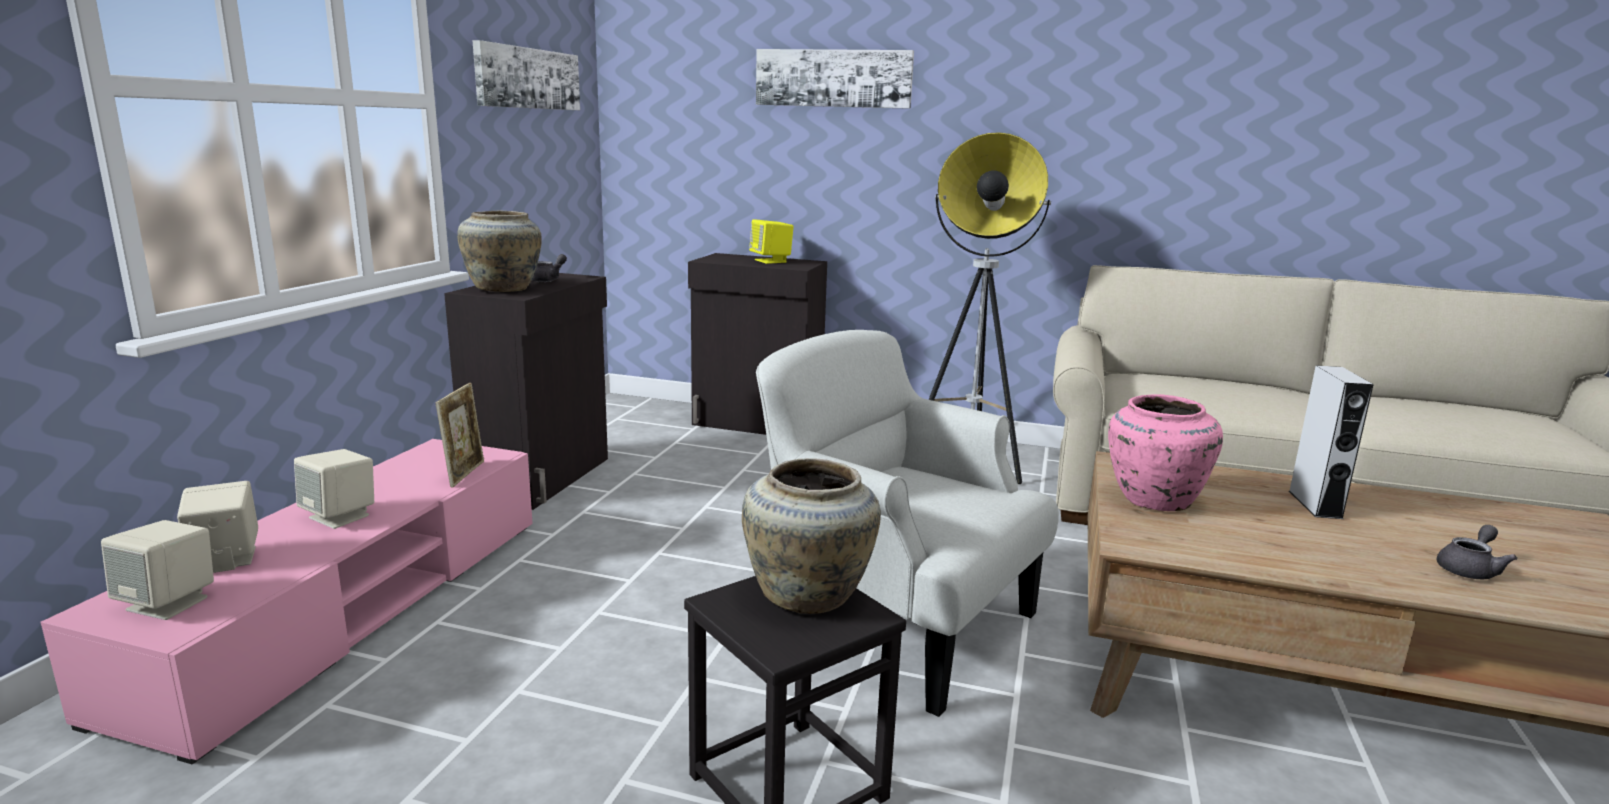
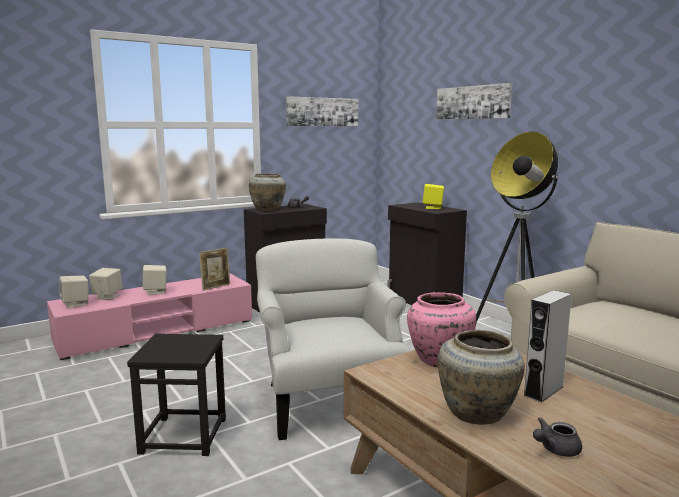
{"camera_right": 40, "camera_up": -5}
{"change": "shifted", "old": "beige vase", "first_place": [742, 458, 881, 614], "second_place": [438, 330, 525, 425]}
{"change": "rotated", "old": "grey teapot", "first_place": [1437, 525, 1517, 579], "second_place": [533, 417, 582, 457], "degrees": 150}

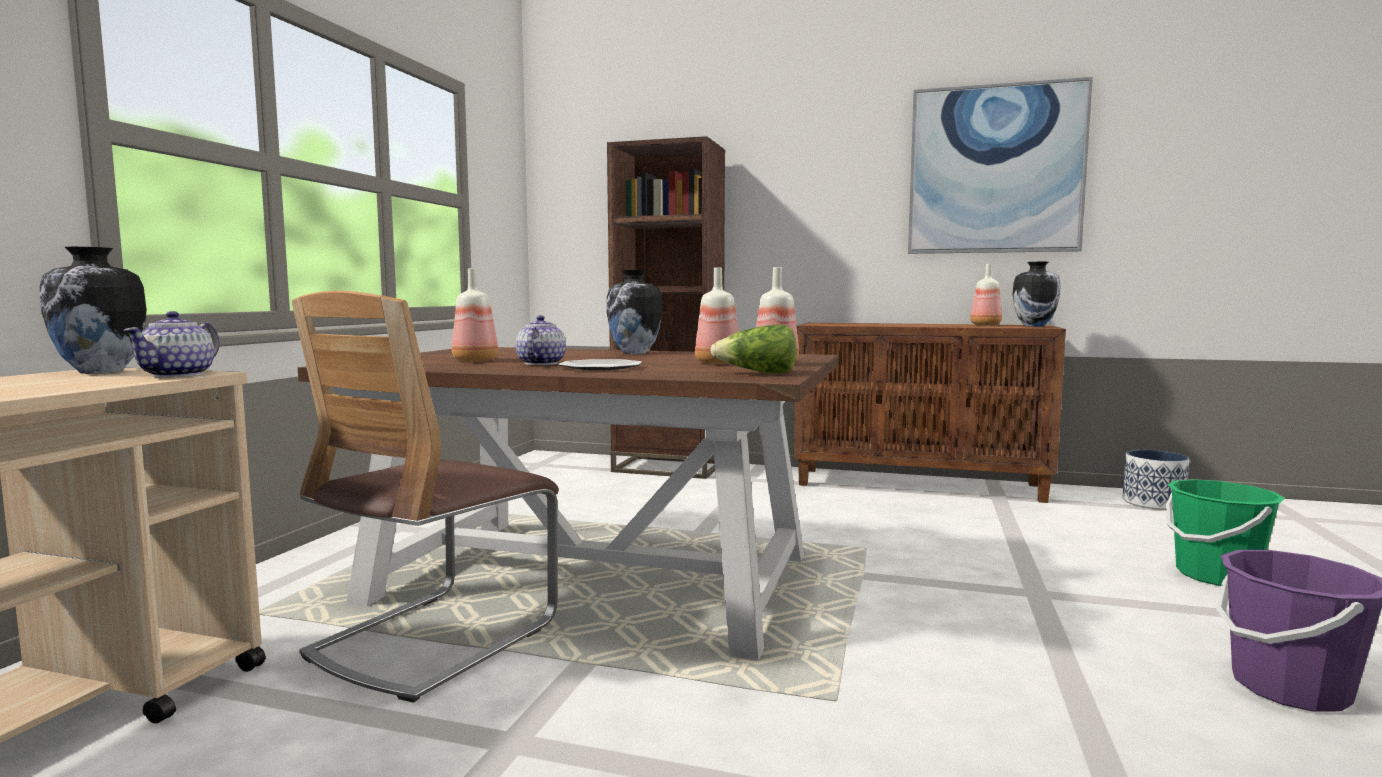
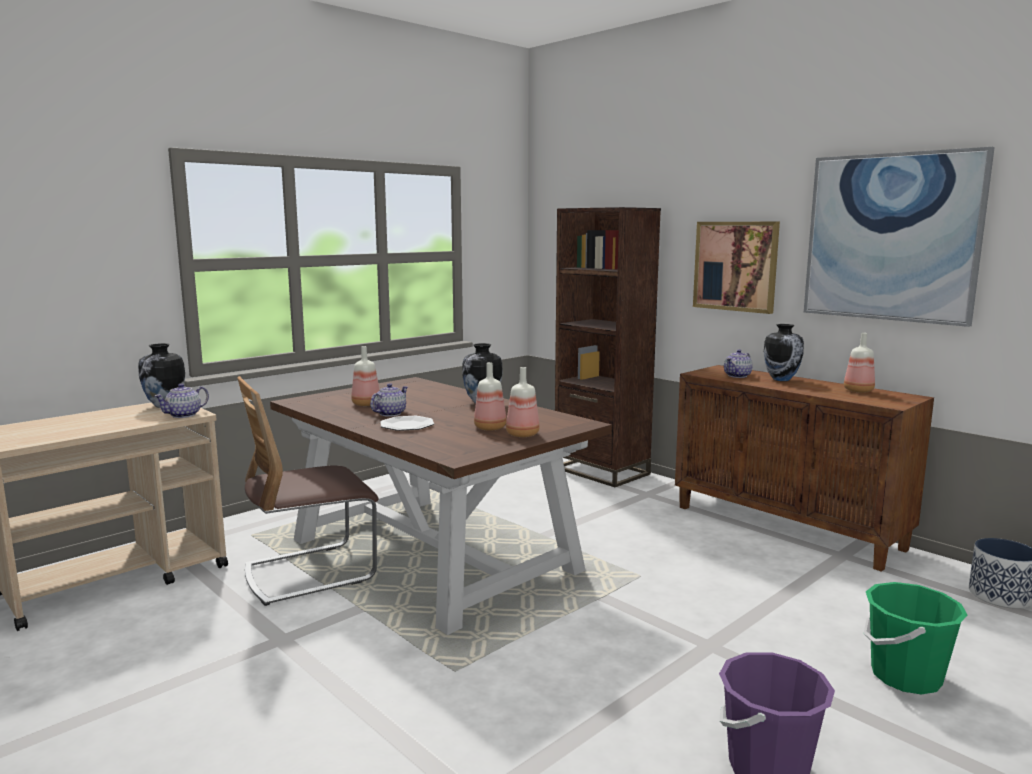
{"camera_right": 30, "camera_up": 5}
{"change": "new", "new": "picture", "second_place": [693, 222, 780, 314]}
{"change": "new", "new": "teapot", "second_place": [724, 349, 753, 378]}
{"change": "shifted", "old": "vase", "first_place": [1013, 262, 1061, 327], "second_place": [764, 324, 804, 381]}
{"change": "gone", "old": "lettuce", "first_place": [710, 325, 796, 374]}

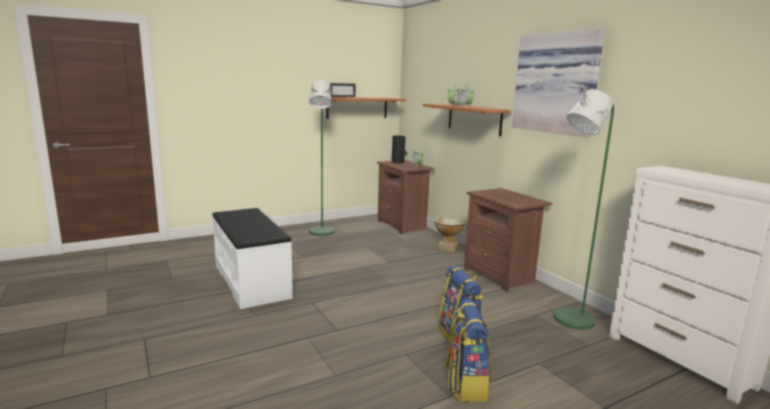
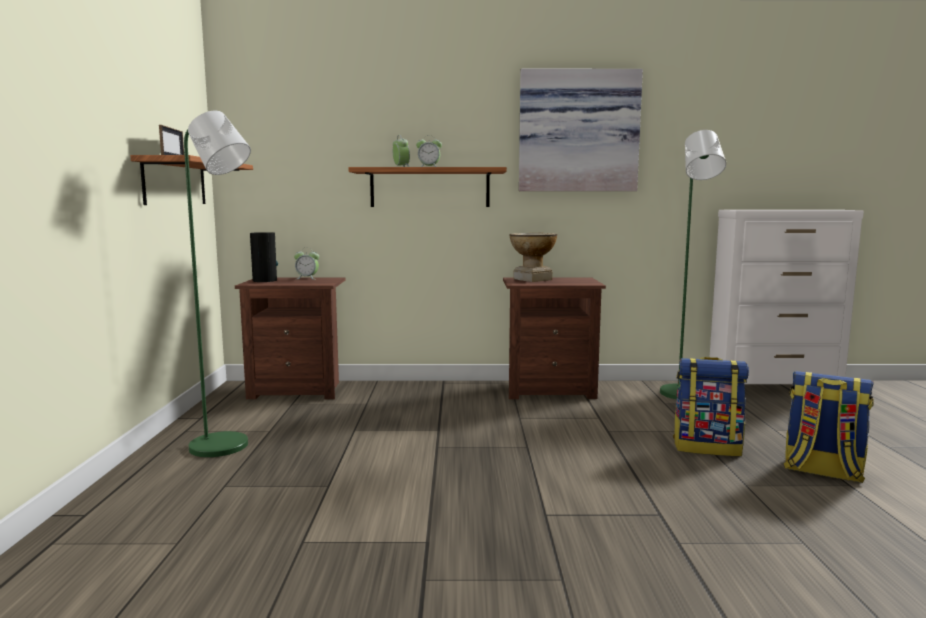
{"camera_right": -60, "camera_up": -5}
{"change": "shifted", "old": "vase", "first_place": [435, 217, 465, 253], "second_place": [510, 233, 557, 282]}
{"change": "gone", "old": "white bench", "first_place": [212, 208, 293, 309]}

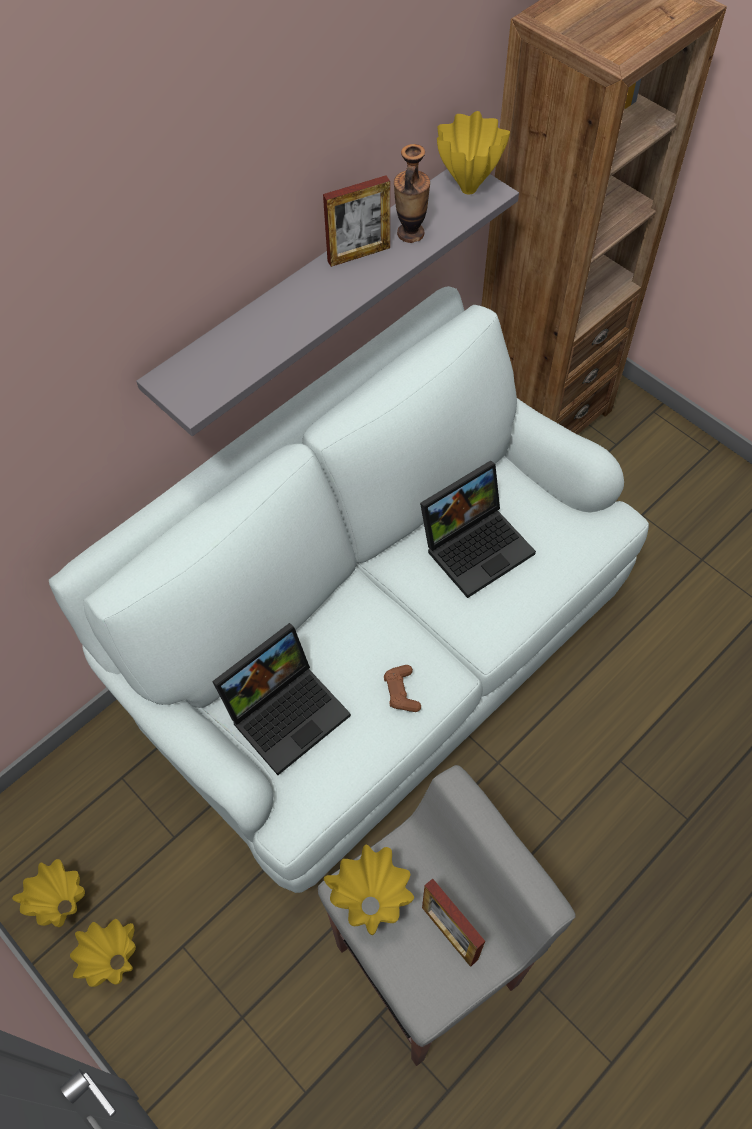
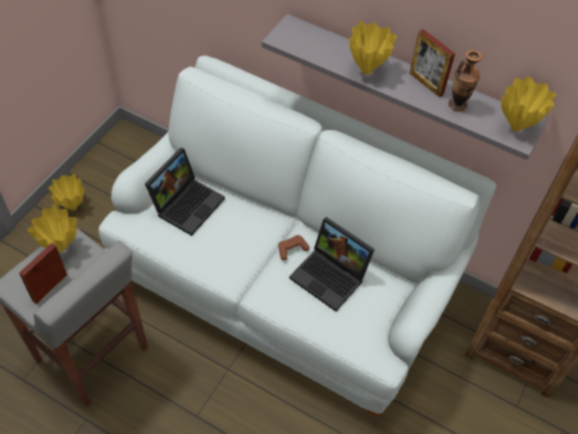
{"camera_right": 70, "camera_up": -5}
{"change": "rotated", "old": "laptop", "first_place": [212, 623, 351, 775], "second_place": [145, 148, 225, 236], "degrees": -90}
{"change": "shifted", "old": "brown game controller", "first_place": [384, 665, 421, 712], "second_place": [278, 235, 309, 260]}
{"change": "shifted", "old": "yellow vase", "first_place": [12, 859, 85, 927], "second_place": [349, 21, 397, 74]}

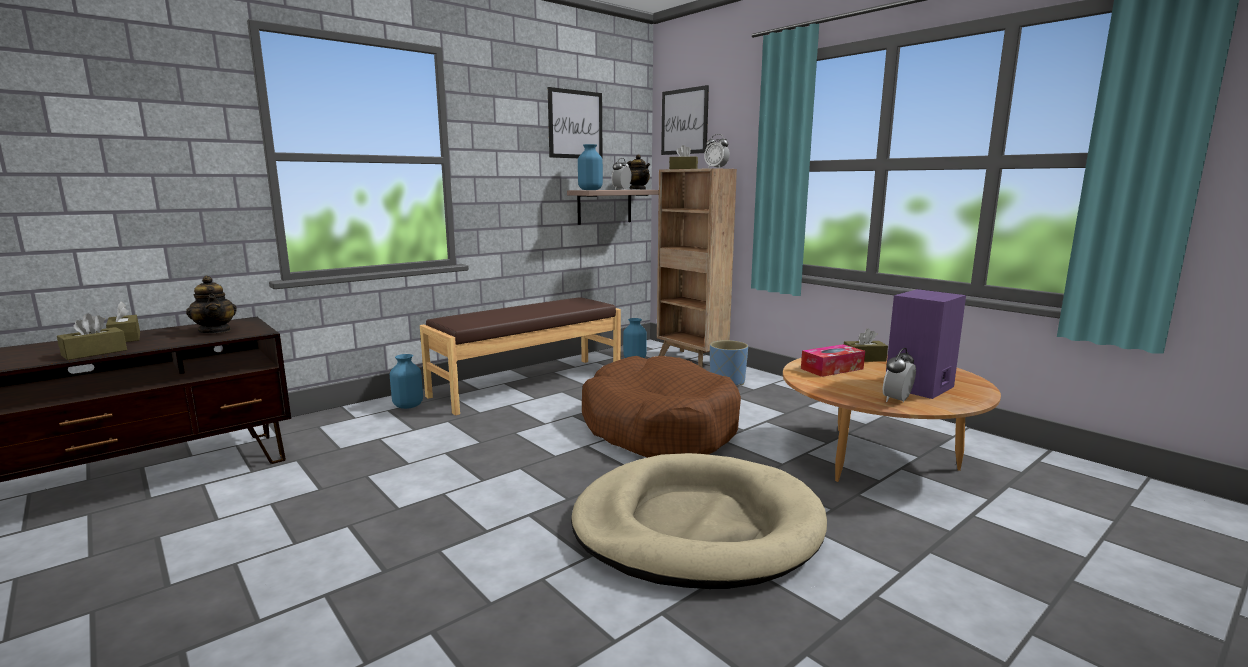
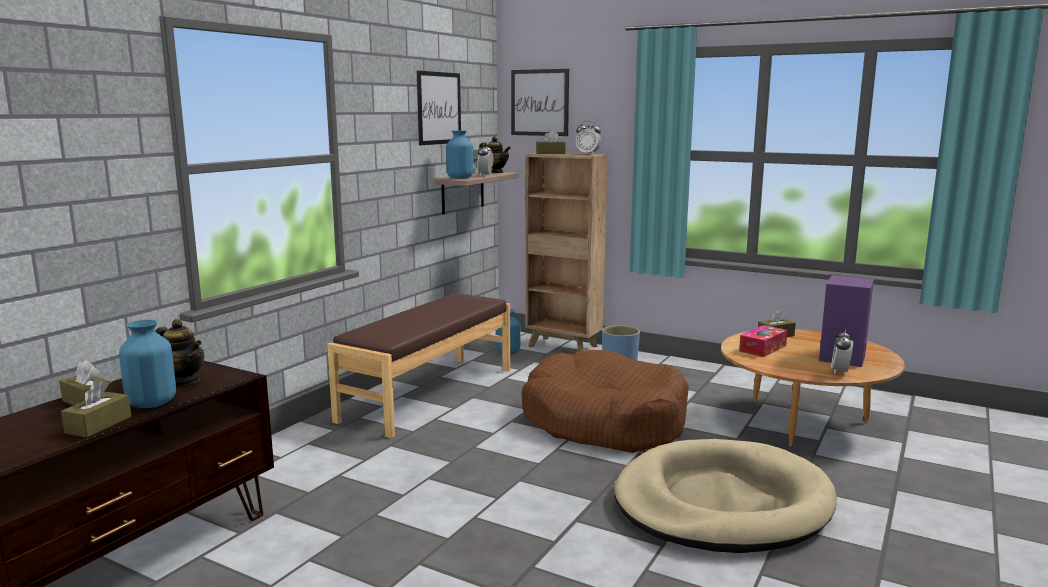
{"camera_right": -20, "camera_up": 0}
{"change": "shifted", "old": "blue vase", "first_place": [390, 354, 423, 409], "second_place": [119, 320, 176, 408]}

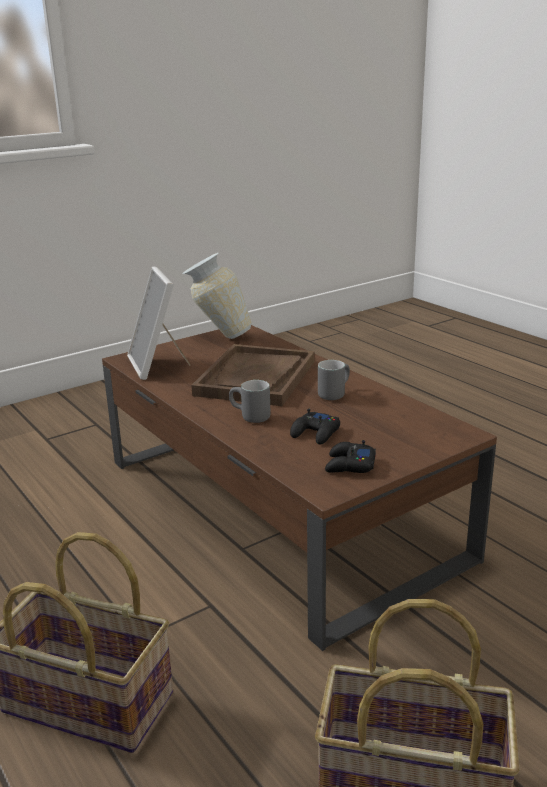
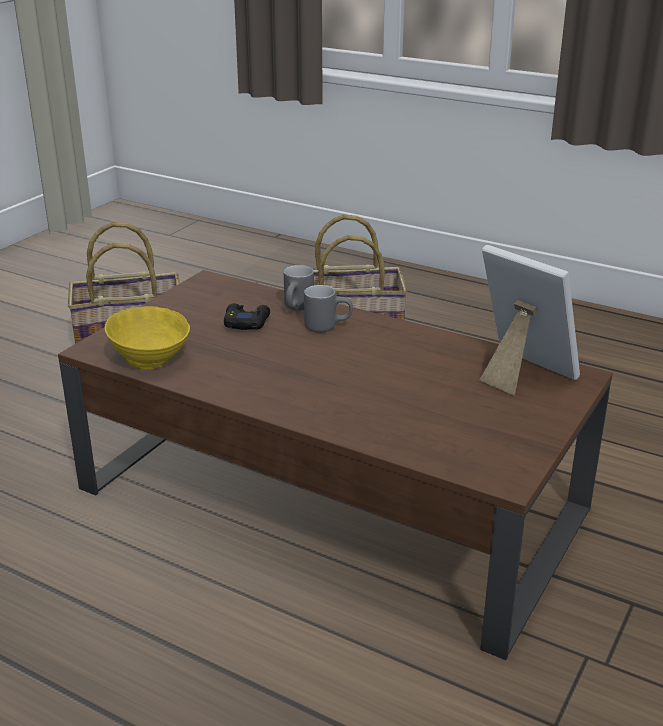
{"camera_right": 155, "camera_up": 5}
{"change": "new", "new": "yellow bowl", "second_place": [105, 306, 190, 370]}
{"change": "shifted", "old": "grey mug", "first_place": [318, 360, 350, 400], "second_place": [284, 265, 314, 311]}
{"change": "gone", "old": "vase", "first_place": [182, 253, 252, 339]}
{"change": "gone", "old": "brown tray", "first_place": [191, 344, 315, 406]}
{"change": "gone", "old": "black game controller", "first_place": [325, 440, 376, 473]}

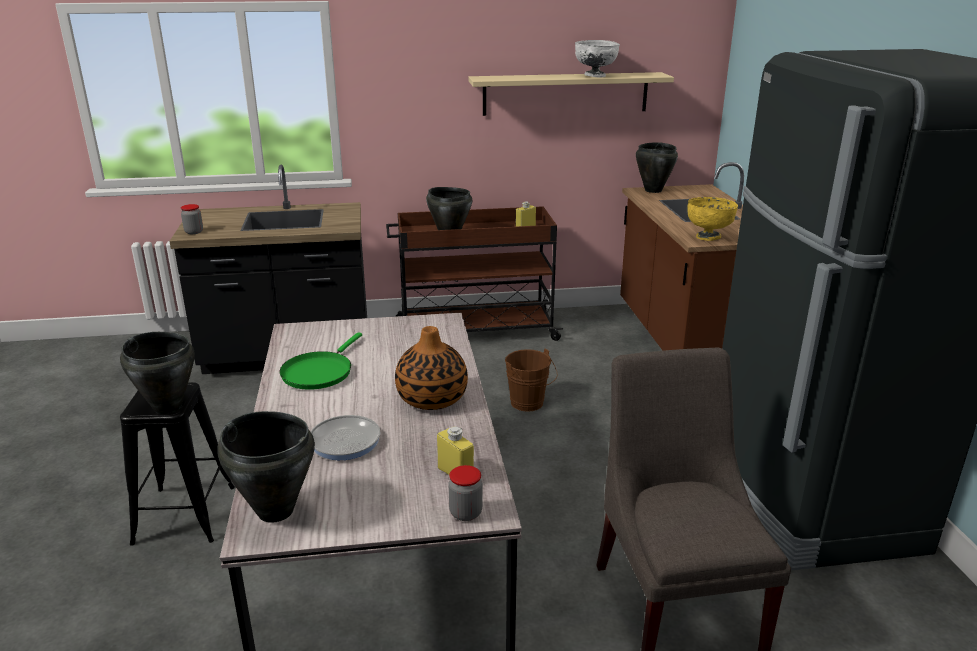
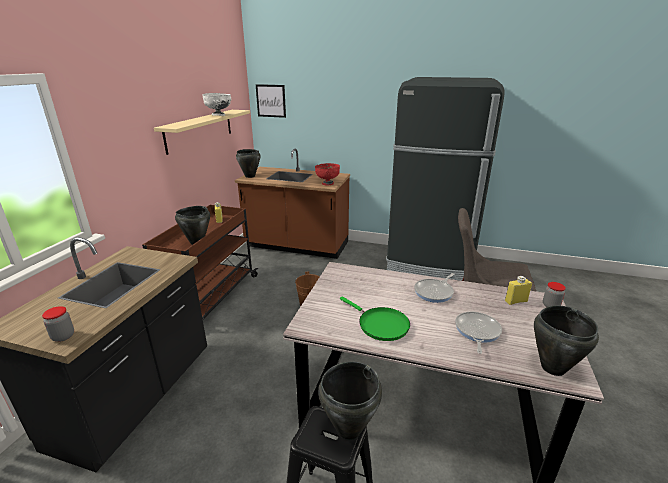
{"camera_right": -65, "camera_up": 0}
{"change": "new", "new": "picture", "second_place": [256, 84, 286, 118]}
{"change": "repainted", "old": "yellow bowl", "new": "red bowl", "first_place": [687, 197, 738, 241], "second_place": [315, 163, 340, 185]}
{"change": "swapped", "old": "vase", "new": "frying pan", "first_place": [395, 326, 468, 410], "second_place": [414, 273, 455, 303]}

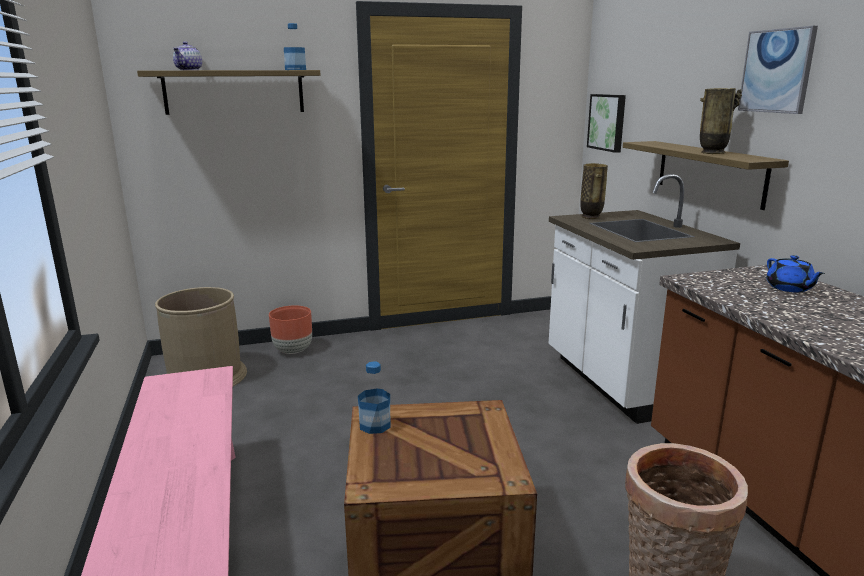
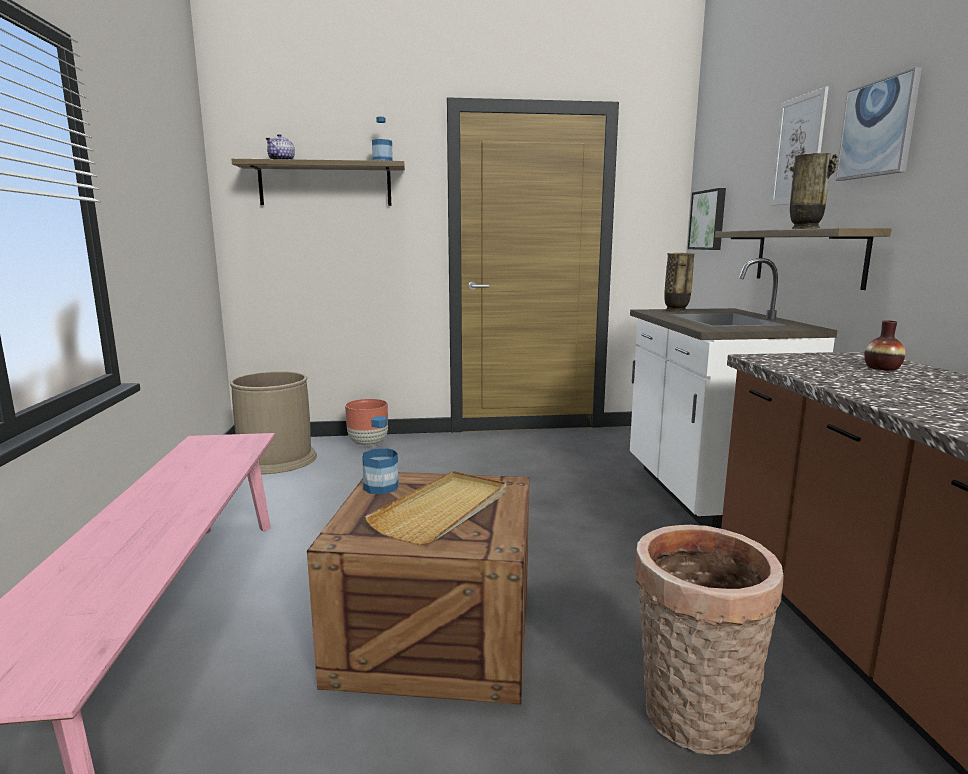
{"camera_right": 10, "camera_up": -5}
{"change": "new", "new": "beige tray", "second_place": [365, 471, 507, 545]}
{"change": "new", "new": "picture", "second_place": [770, 87, 829, 206]}
{"change": "swapped", "old": "blue teapot", "new": "vase", "first_place": [766, 255, 825, 292], "second_place": [864, 320, 905, 371]}

